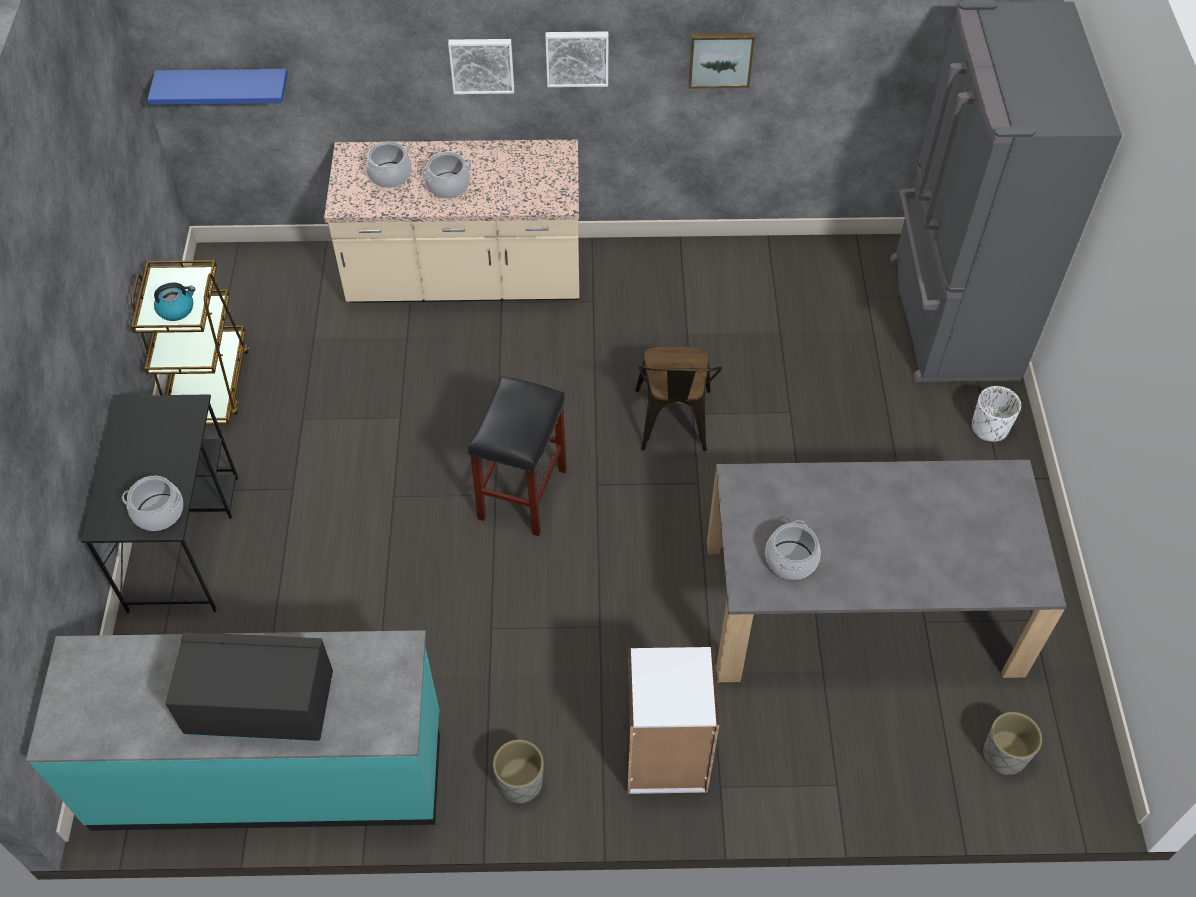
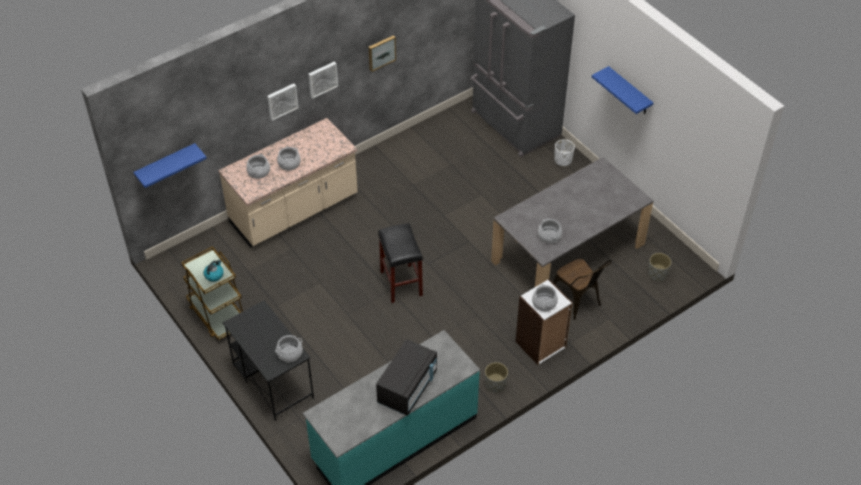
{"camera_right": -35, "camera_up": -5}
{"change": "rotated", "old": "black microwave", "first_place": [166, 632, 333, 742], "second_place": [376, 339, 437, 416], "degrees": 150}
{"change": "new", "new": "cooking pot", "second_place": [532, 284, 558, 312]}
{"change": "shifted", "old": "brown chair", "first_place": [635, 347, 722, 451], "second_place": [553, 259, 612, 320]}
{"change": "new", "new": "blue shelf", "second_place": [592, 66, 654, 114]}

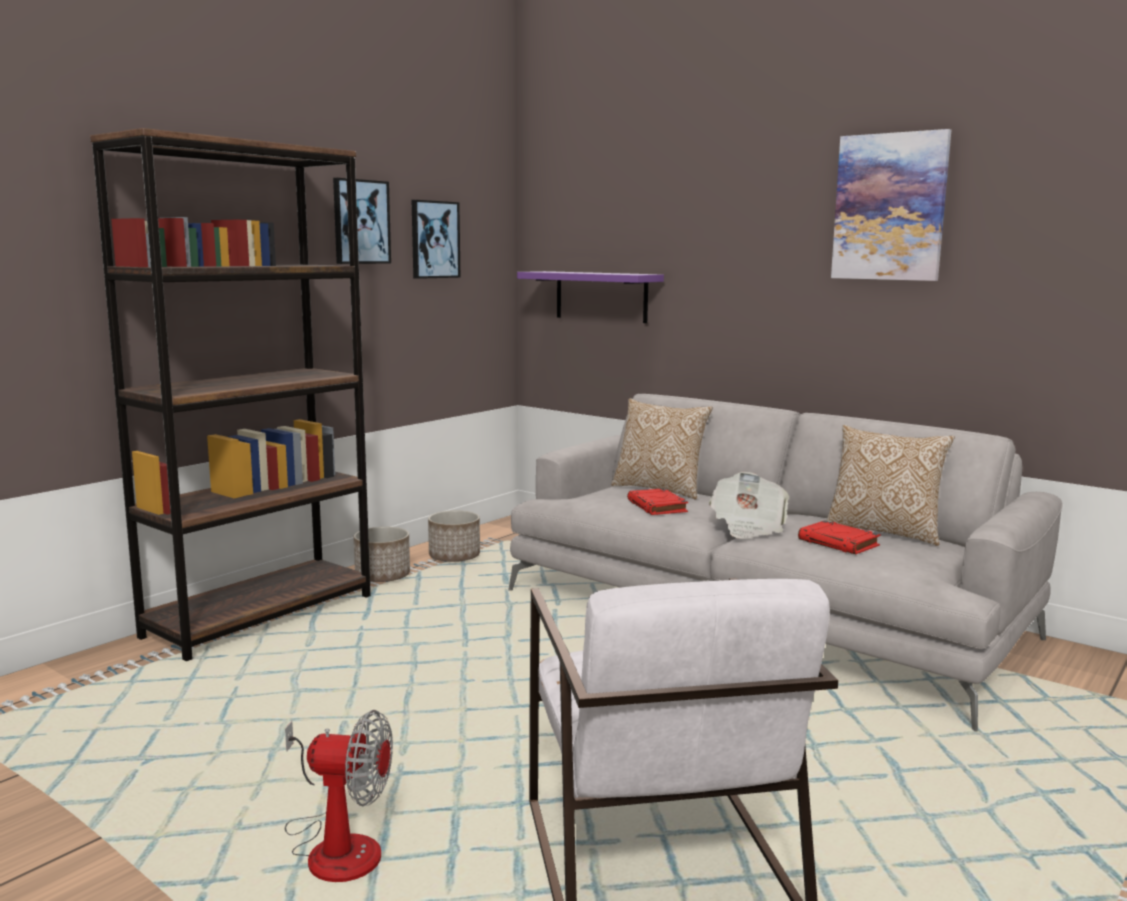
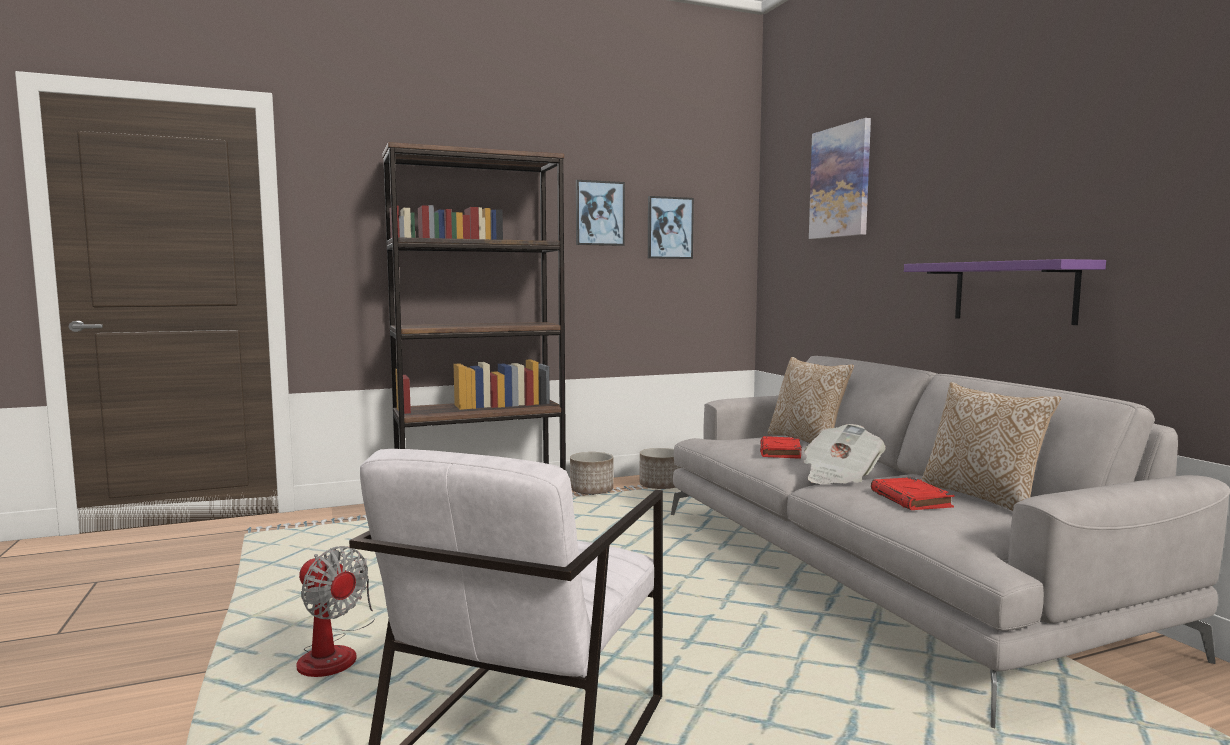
{"camera_right": 30, "camera_up": -5}
{"change": "shifted", "old": "picture", "first_place": [831, 129, 951, 281], "second_place": [809, 118, 871, 239]}
{"change": "shifted", "old": "purple shelf", "first_place": [517, 271, 664, 323], "second_place": [904, 259, 1106, 325]}

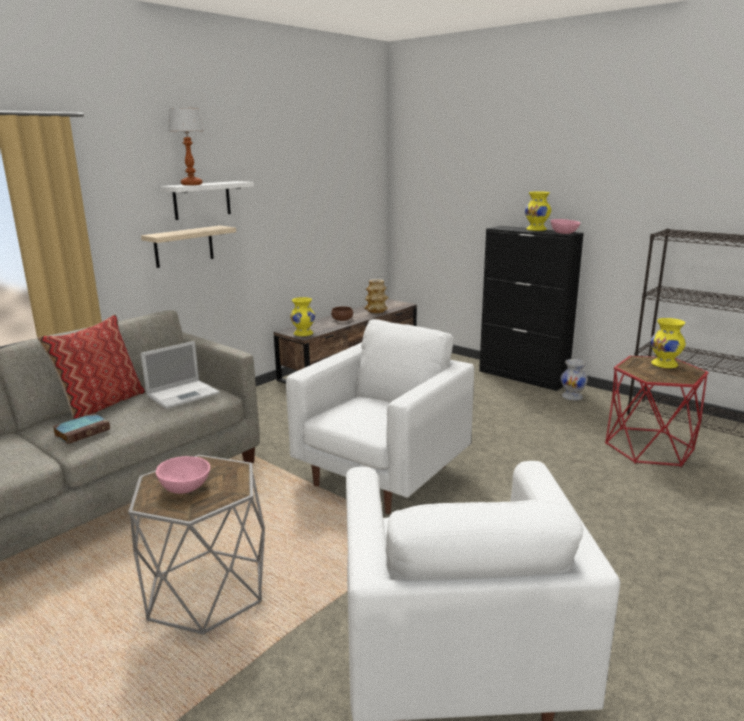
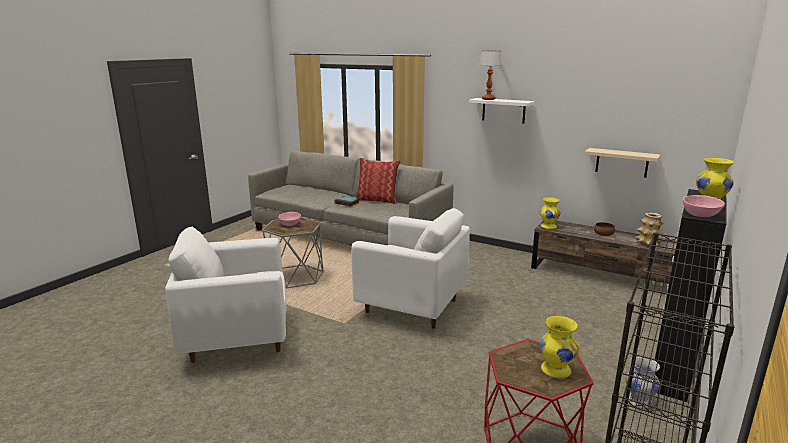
{"camera_right": 80, "camera_up": 0}
{"change": "shifted", "old": "beige shelf", "first_place": [141, 226, 236, 268], "second_place": [585, 148, 660, 178]}
{"change": "gone", "old": "laptop", "first_place": [141, 341, 220, 409]}

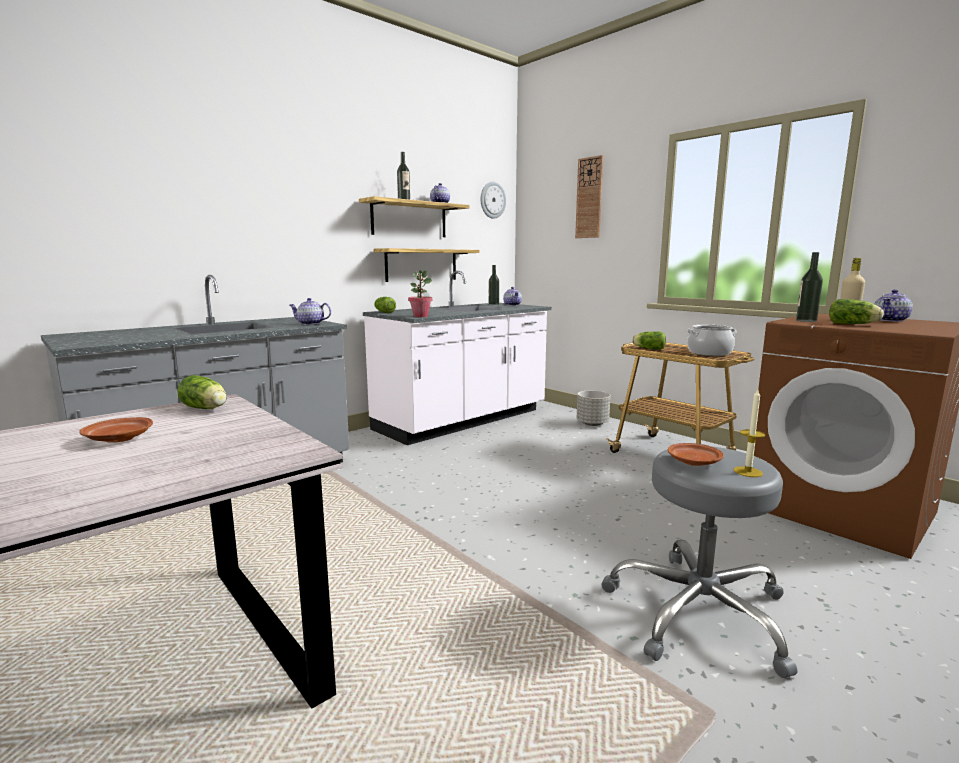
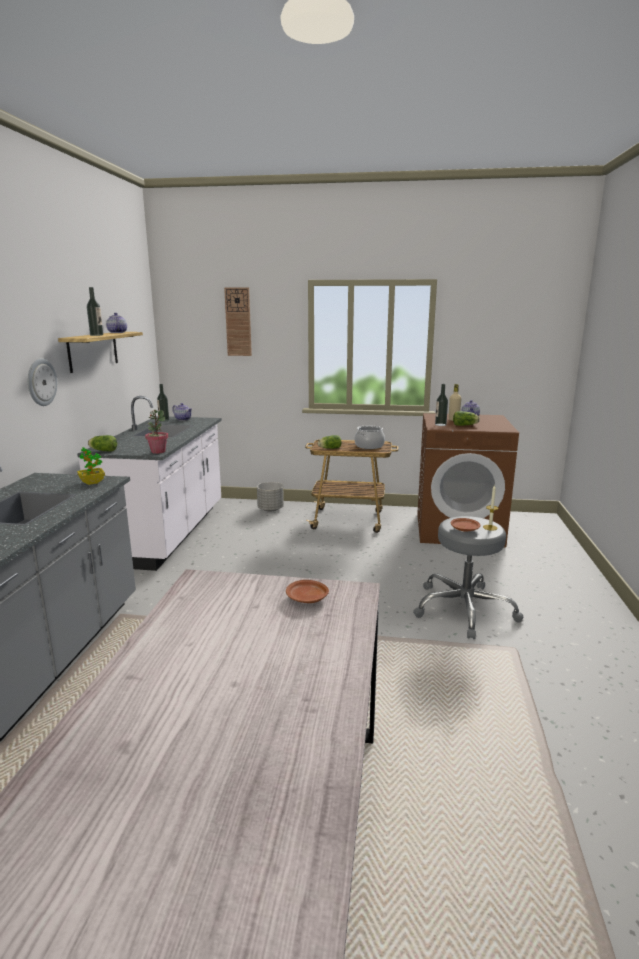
{"camera_right": -40, "camera_up": 5}
{"change": "shifted", "old": "wall clock", "first_place": [481, 182, 506, 219], "second_place": [28, 358, 57, 406]}
{"change": "swapped", "old": "teapot", "new": "potted plant", "first_place": [289, 298, 331, 325], "second_place": [77, 447, 105, 485]}
{"change": "shifted", "old": "brown plate", "first_place": [79, 417, 153, 443], "second_place": [286, 580, 329, 603]}
{"change": "gone", "old": "lettuce", "first_place": [177, 375, 227, 409]}
{"change": "gone", "old": "shelf", "first_place": [374, 248, 479, 282]}

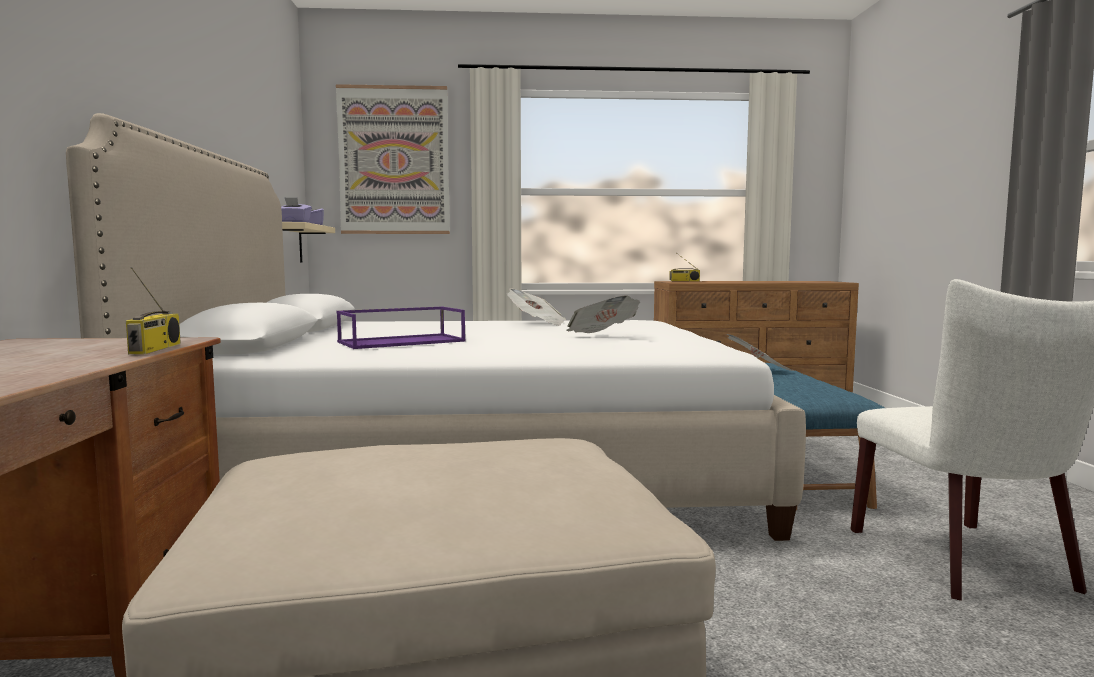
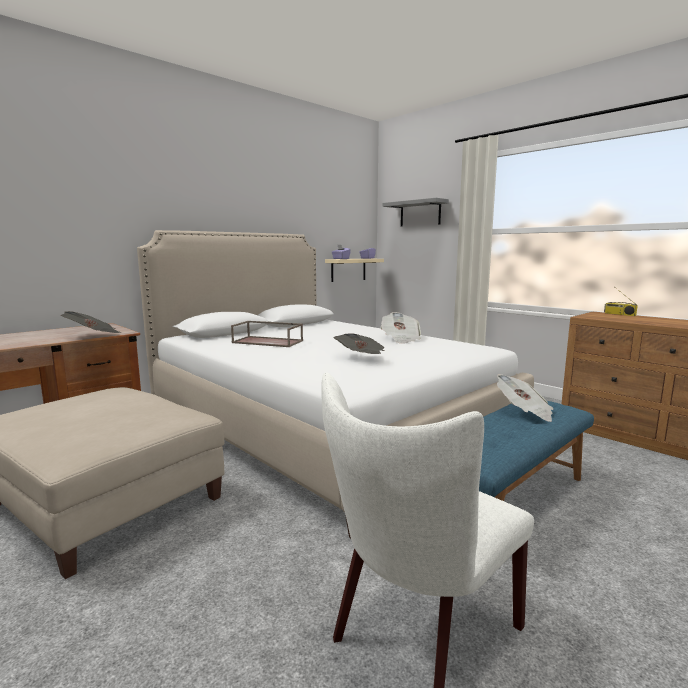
{"camera_right": 50, "camera_up": 5}
{"change": "swapped", "old": "radio", "new": "newspaper", "first_place": [126, 267, 181, 354], "second_place": [61, 311, 121, 333]}
{"change": "repainted", "old": "purple tray", "new": "brown tray", "first_place": [336, 307, 466, 349], "second_place": [231, 321, 303, 347]}
{"change": "swapped", "old": "picture", "new": "grey shelf", "first_place": [336, 84, 450, 234], "second_place": [382, 198, 449, 226]}

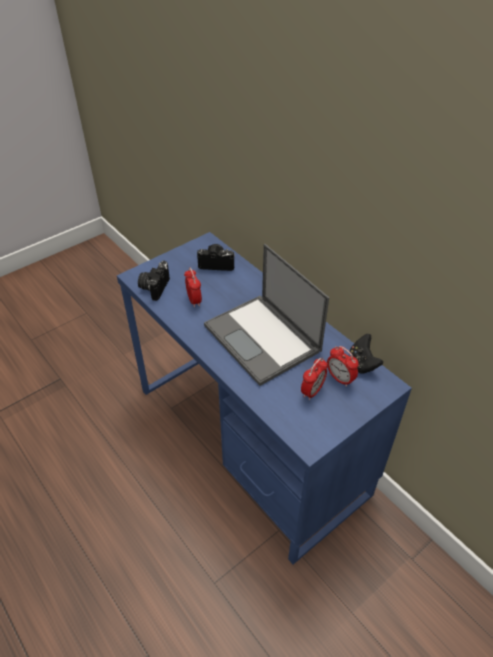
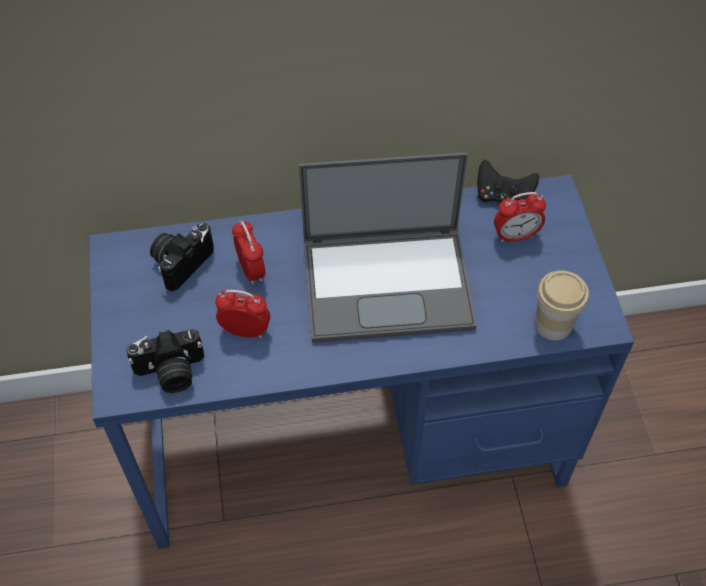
{"camera_right": -60, "camera_up": 10}
{"change": "rotated", "old": "photo camera", "first_place": [138, 261, 170, 301], "second_place": [126, 329, 204, 393], "degrees": -60}
{"change": "shifted", "old": "alarm clock", "first_place": [301, 358, 328, 400], "second_place": [232, 220, 265, 285]}
{"change": "new", "new": "cup", "second_place": [535, 270, 589, 341]}

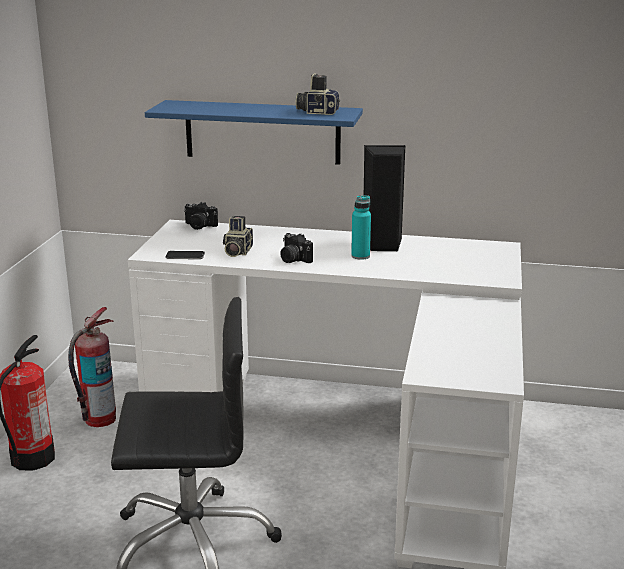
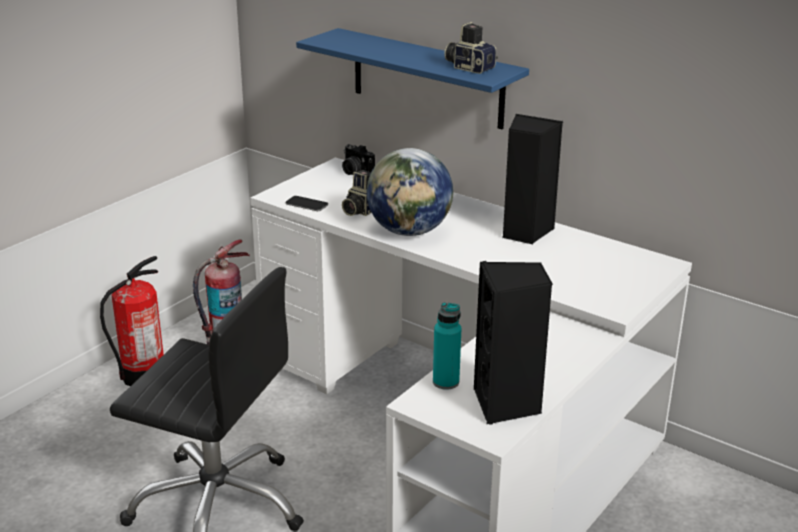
{"camera_right": 25, "camera_up": 5}
{"change": "swapped", "old": "photo camera", "new": "globe", "first_place": [280, 233, 313, 263], "second_place": [366, 148, 453, 236]}
{"change": "shifted", "old": "turquoise bottle", "first_place": [351, 195, 371, 260], "second_place": [433, 302, 462, 390]}
{"change": "new", "new": "black speaker", "second_place": [474, 261, 553, 425]}

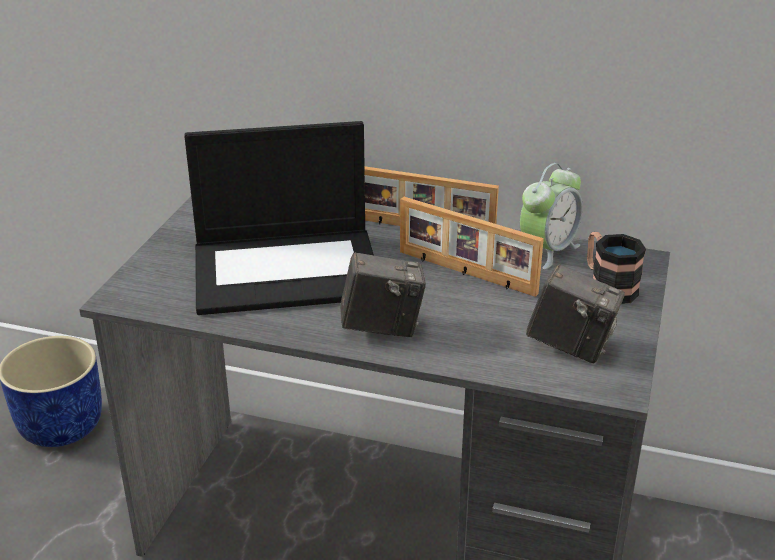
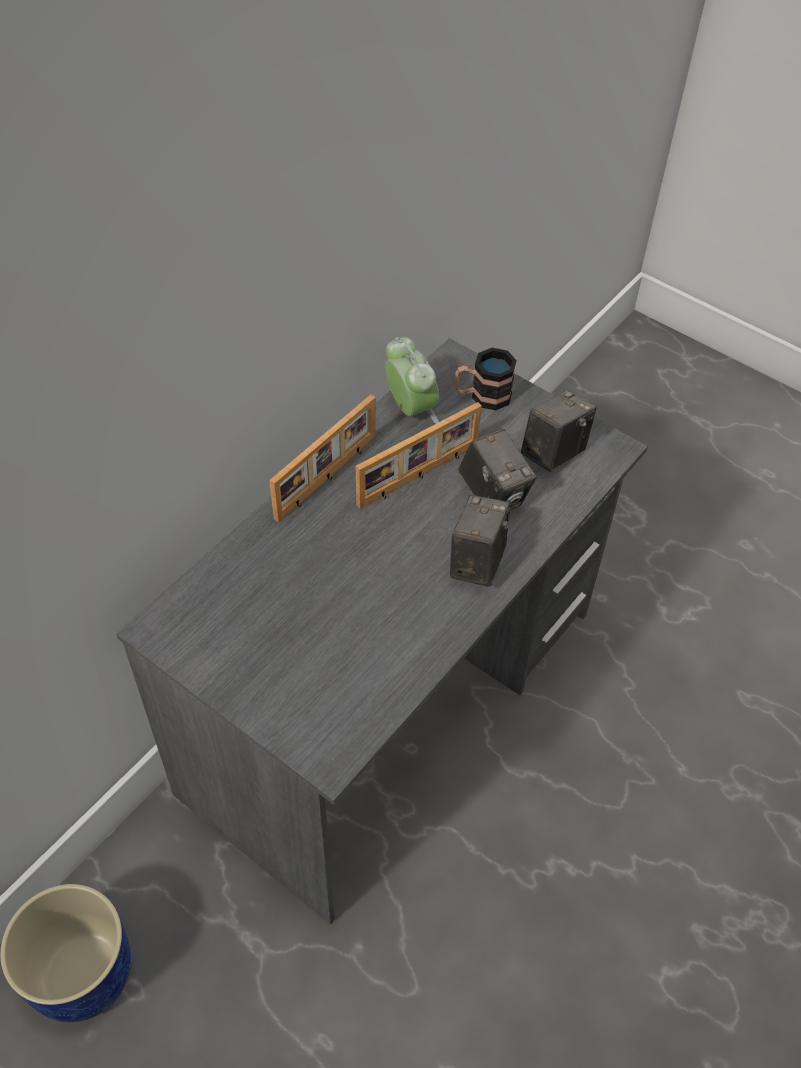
{"camera_right": -70, "camera_up": 20}
{"change": "new", "new": "photo camera", "second_place": [458, 429, 537, 510]}
{"change": "gone", "old": "laptop", "first_place": [184, 121, 374, 315]}

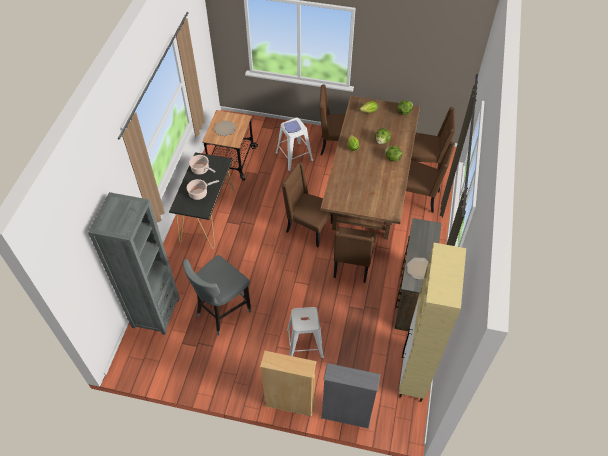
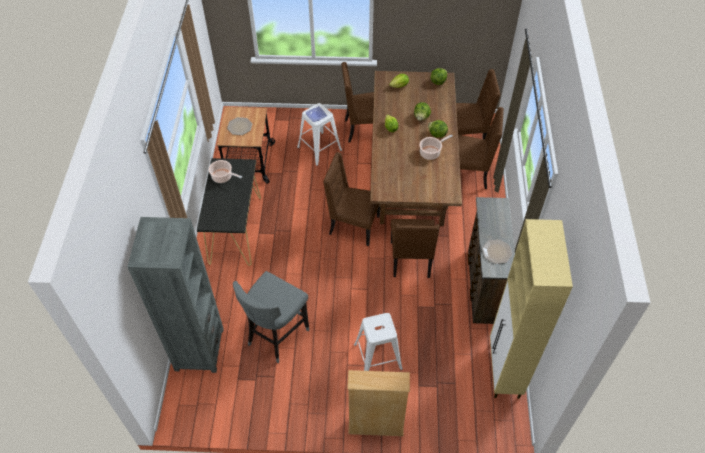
{"camera_right": -10, "camera_up": 0}
{"change": "shifted", "old": "cooking pot", "first_place": [187, 179, 219, 200], "second_place": [419, 135, 453, 160]}
{"change": "gone", "old": "grey bookcase", "first_place": [321, 363, 381, 429]}

